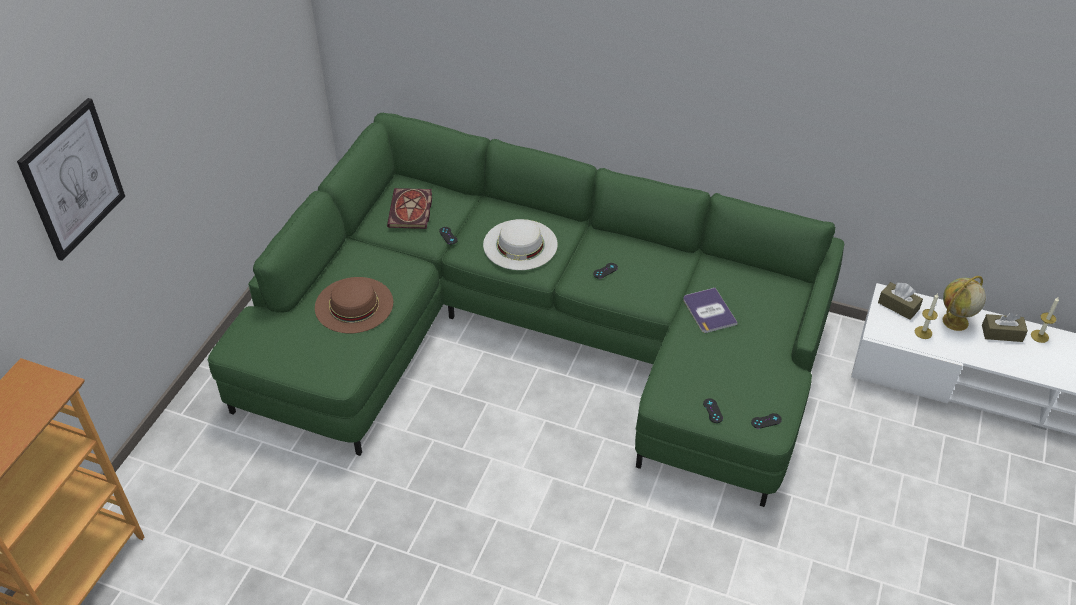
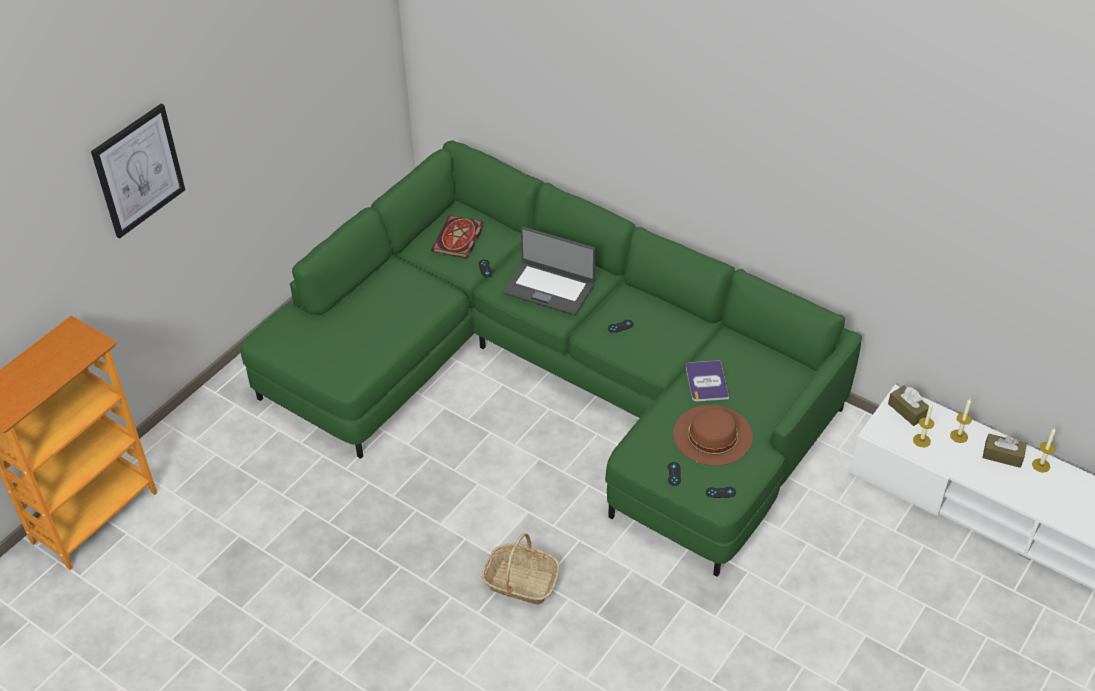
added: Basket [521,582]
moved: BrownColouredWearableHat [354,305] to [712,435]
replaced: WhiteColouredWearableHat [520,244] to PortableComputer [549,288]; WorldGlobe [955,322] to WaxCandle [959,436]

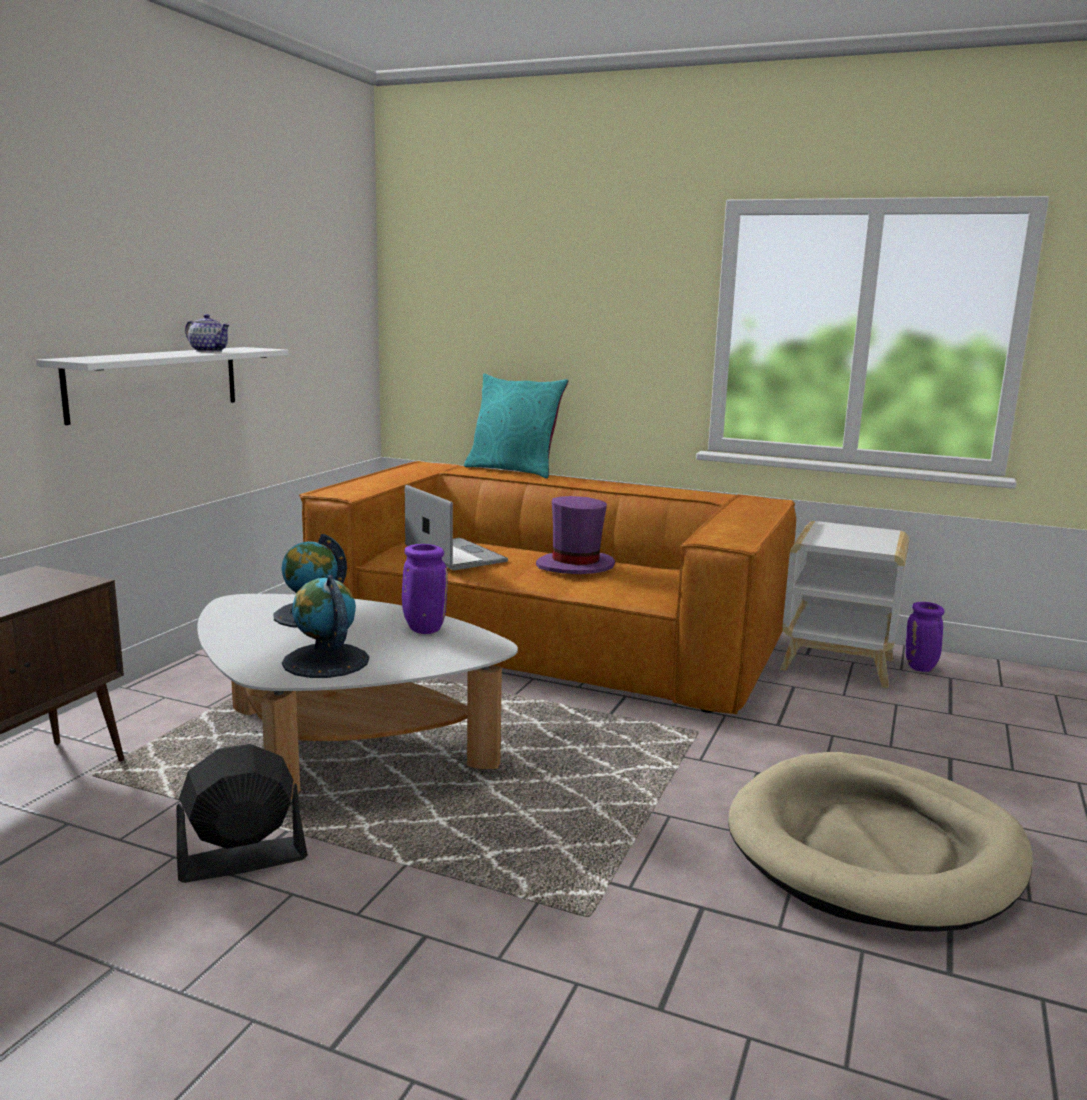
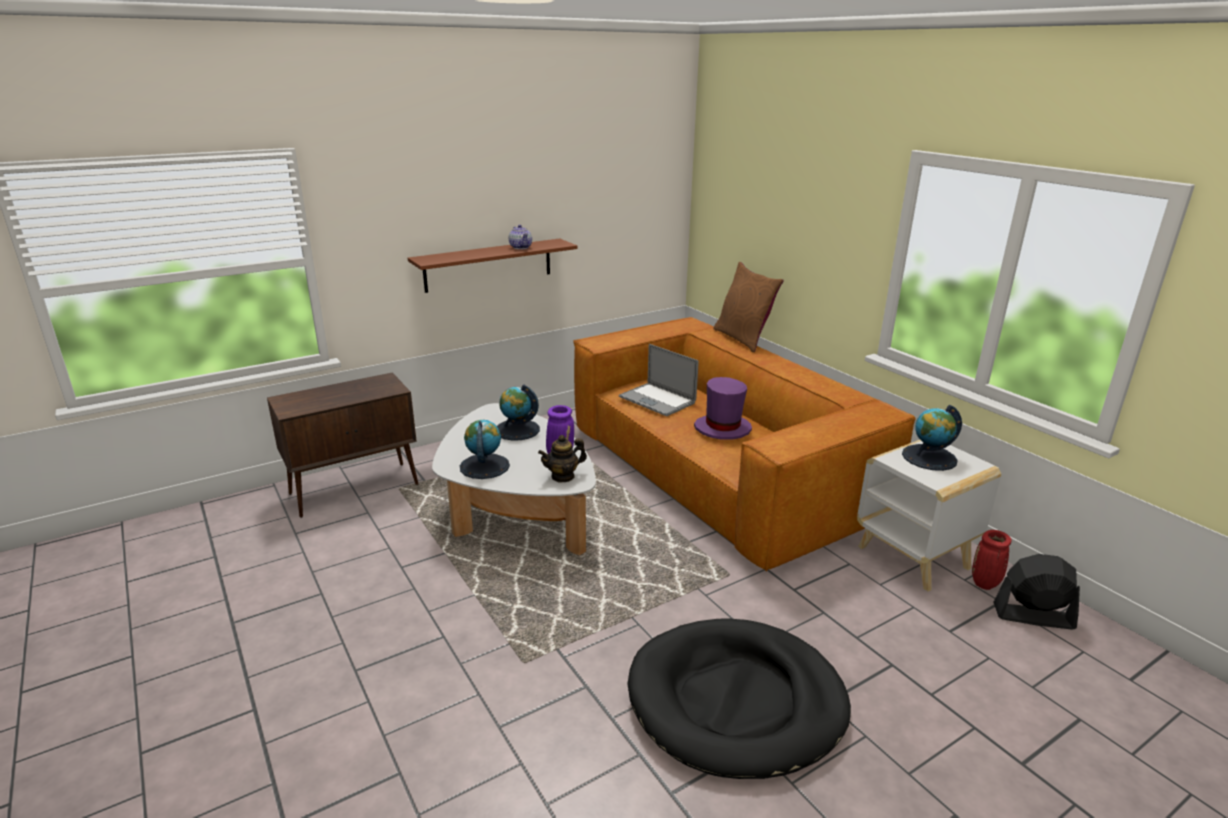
added: Teapot [563,476]; WorldGlobe [929,457]
moved: BlackColouredFan [242,859] to [1033,616]
recoloured: WhiteColouredWallShelf [155,382] to BrownColouredWallShelf [488,265]; TurquoiseColouredPillow [513,470] to BrownColouredPillow [743,339]; BeigeDogBed [875,849] to BlackColouredDogBed [736,701]; PurplishDecorativeVase [920,668] to RedColouredDecorativeVase [985,584]
turned: PortableComputer [455,555] = [657,400] 135 degrees clockwise

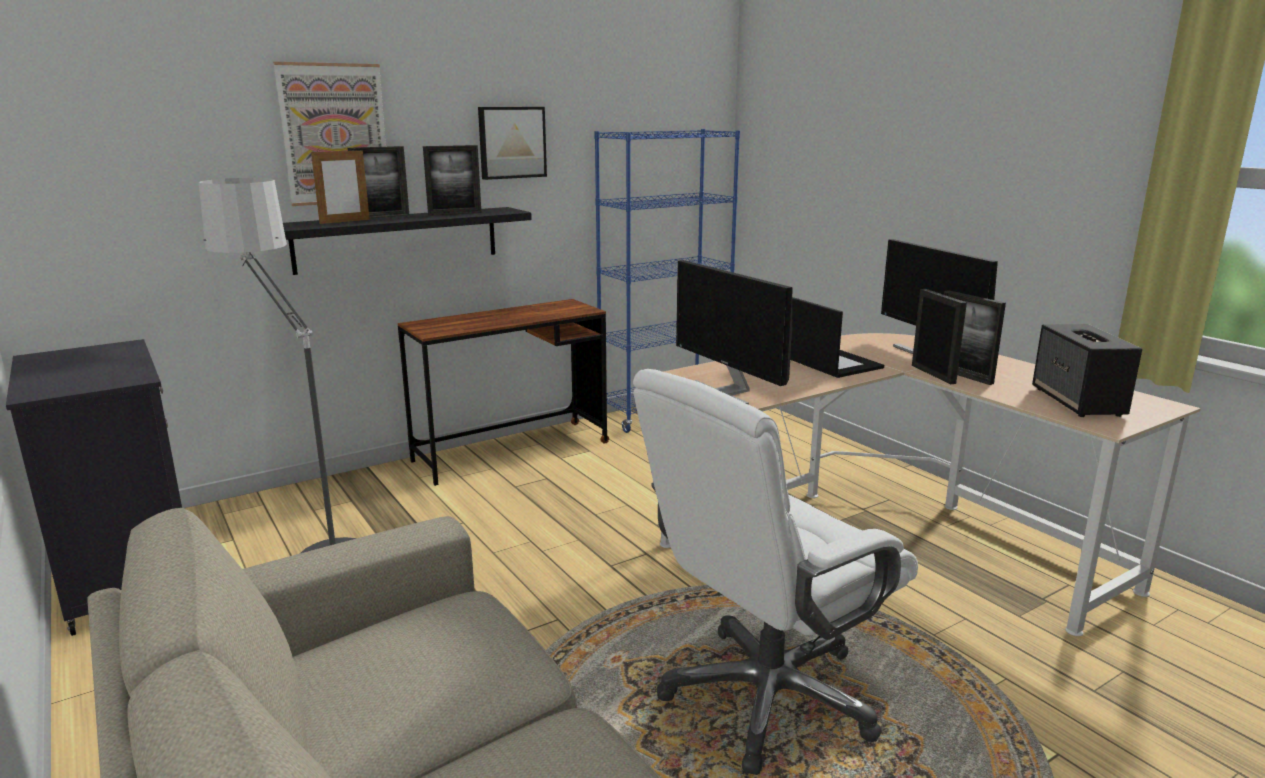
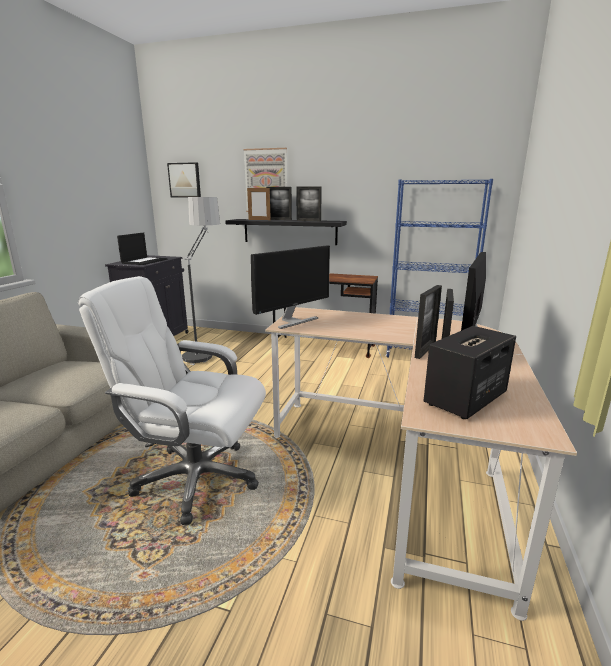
moved: WallPicture [511,142] to [185,180]; PortableComputer [826,361] to [144,261]
turned: ComputerDisplay [728,391] = [292,321] 150 degrees counterclockwise

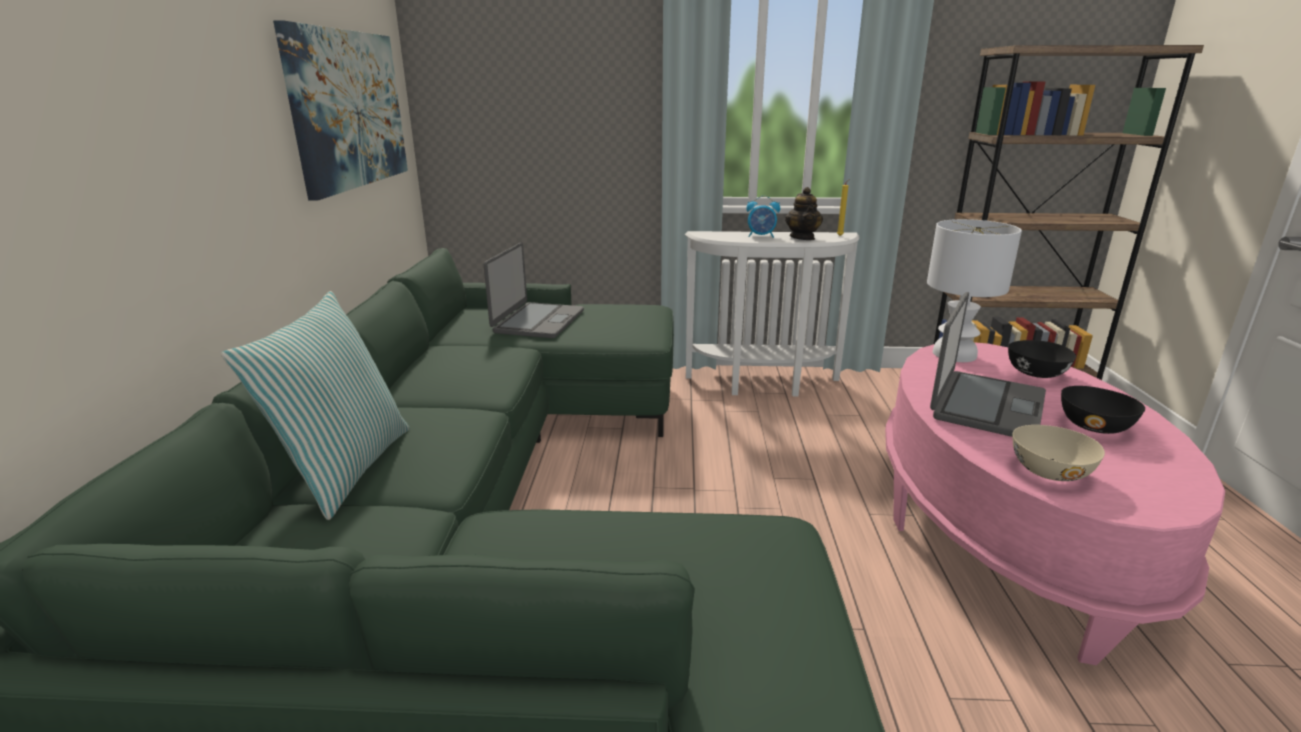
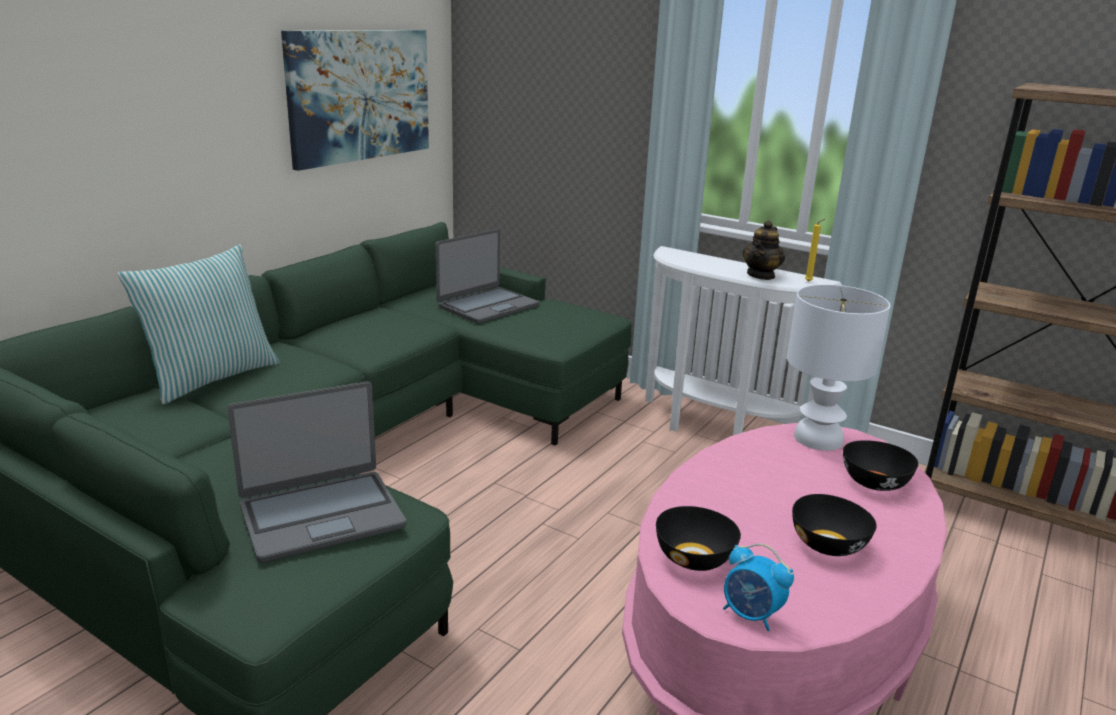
moved: BedsideClock [761,236] to [751,615]; PortableComputer [986,406] to [321,515]
recoloured: BeigeDeepDish [1049,471] to BlackColouredDeepDish [695,558]

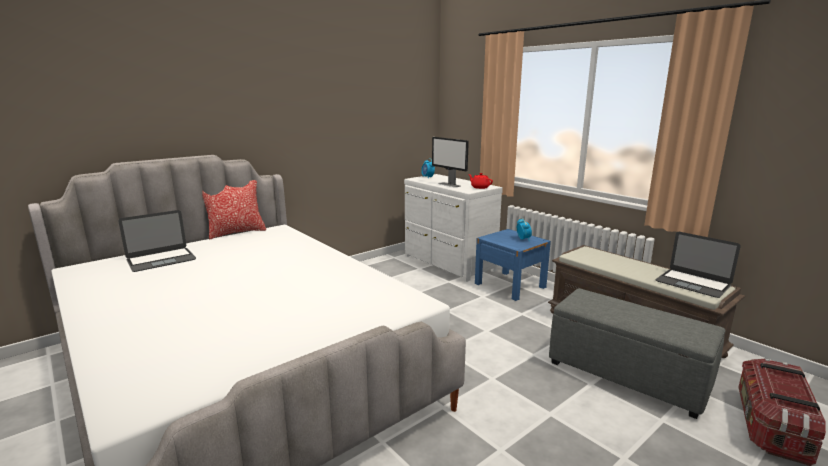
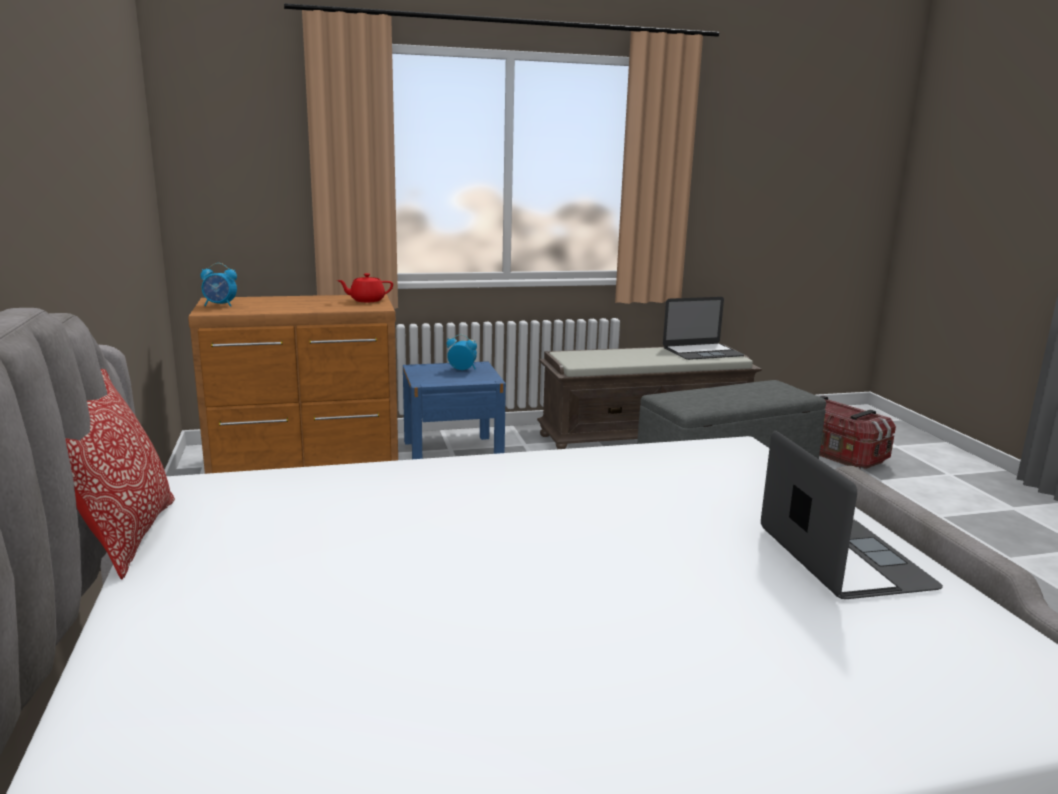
removed: ComputerDisplay [449,185]
moved: PortableComputer [161,259] to [843,558]
recoloured: WhiteColouredDrawerChest [447,263] to BrownColouredDrawerChest [307,466]

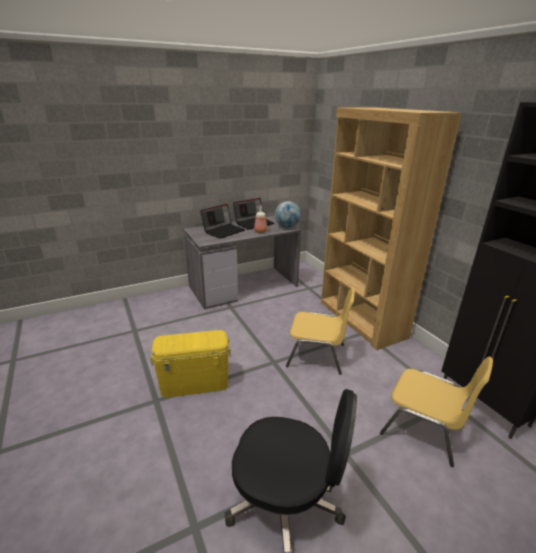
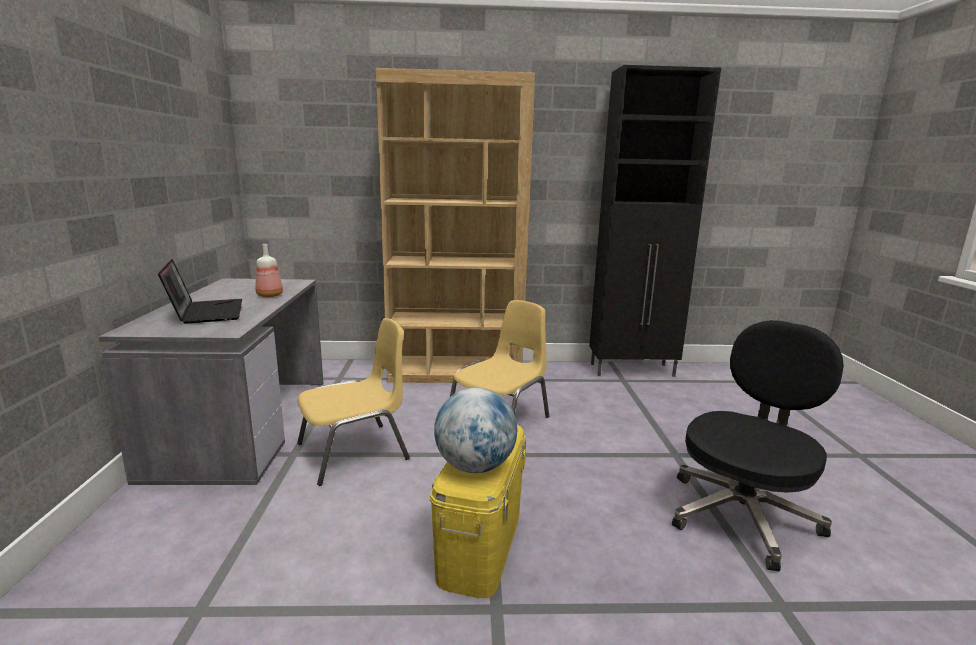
removed: PortableComputer [254,223]
moved: WorldGlobe [287,227] to [475,466]; YellowishChair [424,429] to [355,452]

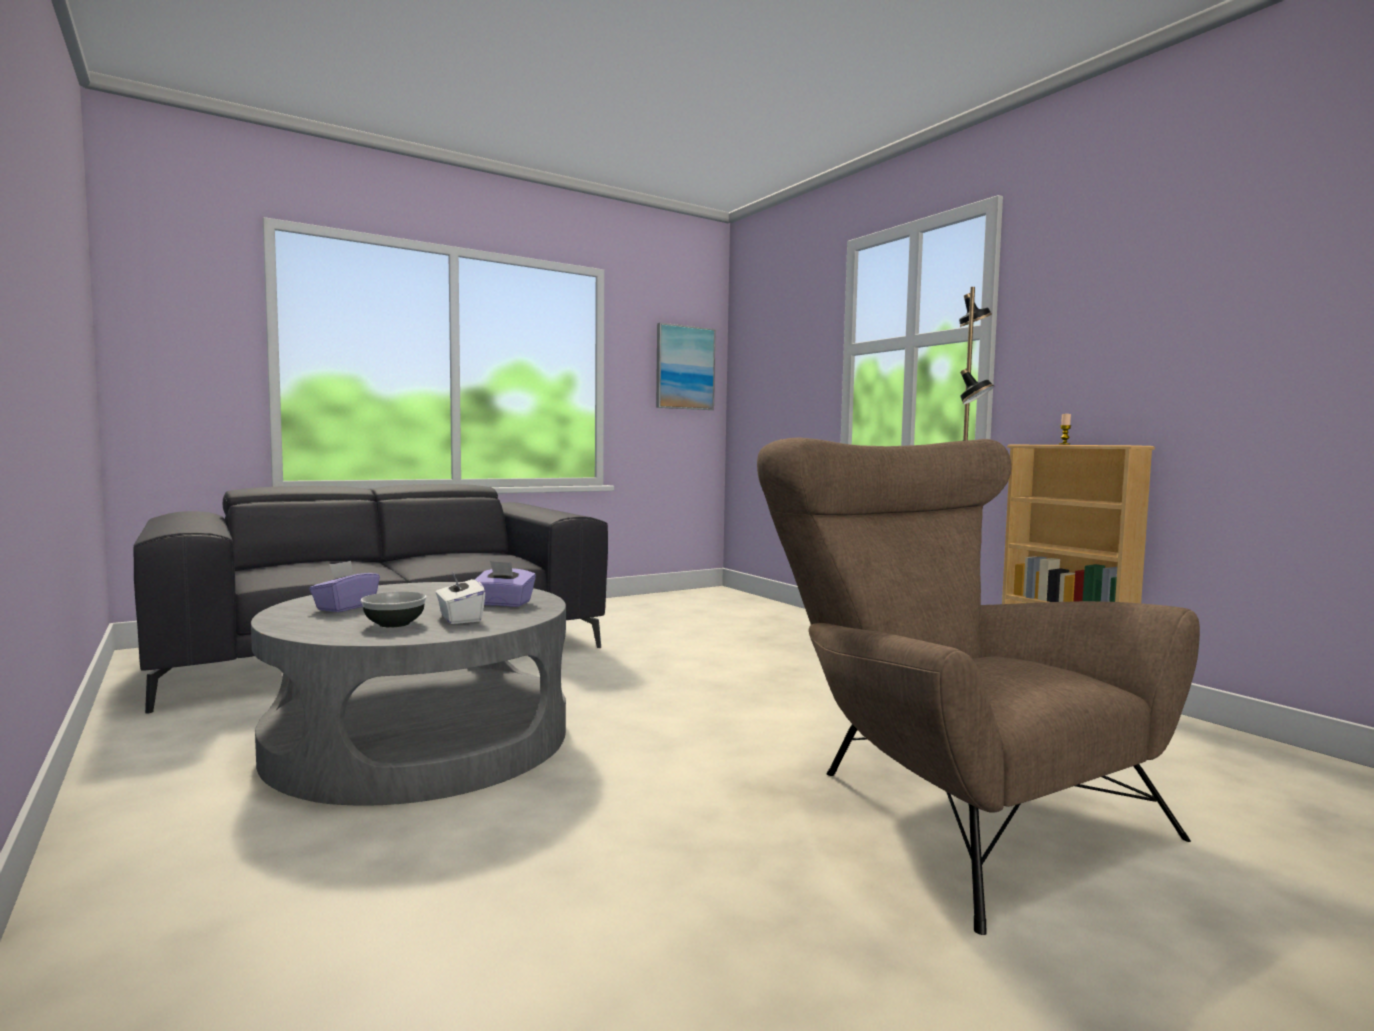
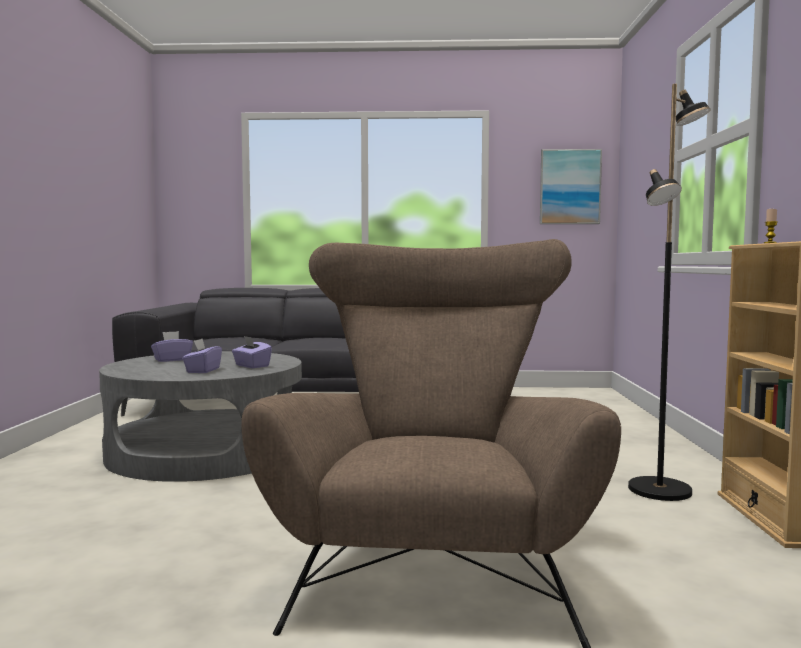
removed: DeepDish [393,624]
recoloured: WhiteColouredTissueHolder [459,618] to PurplishTissueHolder [202,370]

